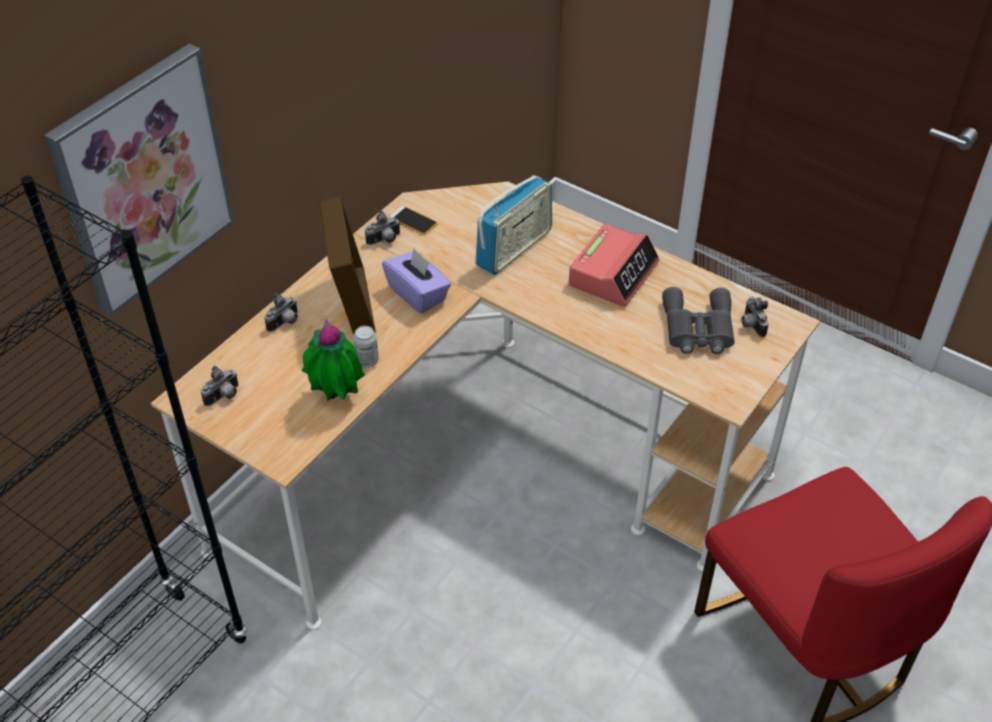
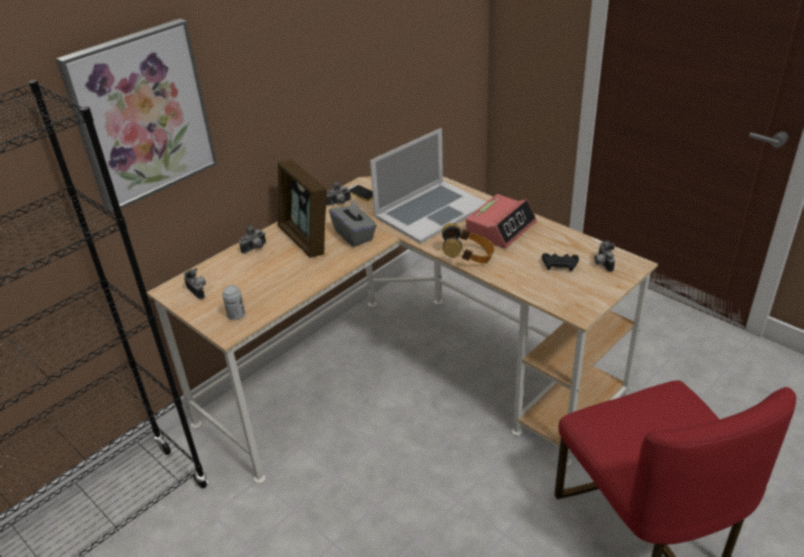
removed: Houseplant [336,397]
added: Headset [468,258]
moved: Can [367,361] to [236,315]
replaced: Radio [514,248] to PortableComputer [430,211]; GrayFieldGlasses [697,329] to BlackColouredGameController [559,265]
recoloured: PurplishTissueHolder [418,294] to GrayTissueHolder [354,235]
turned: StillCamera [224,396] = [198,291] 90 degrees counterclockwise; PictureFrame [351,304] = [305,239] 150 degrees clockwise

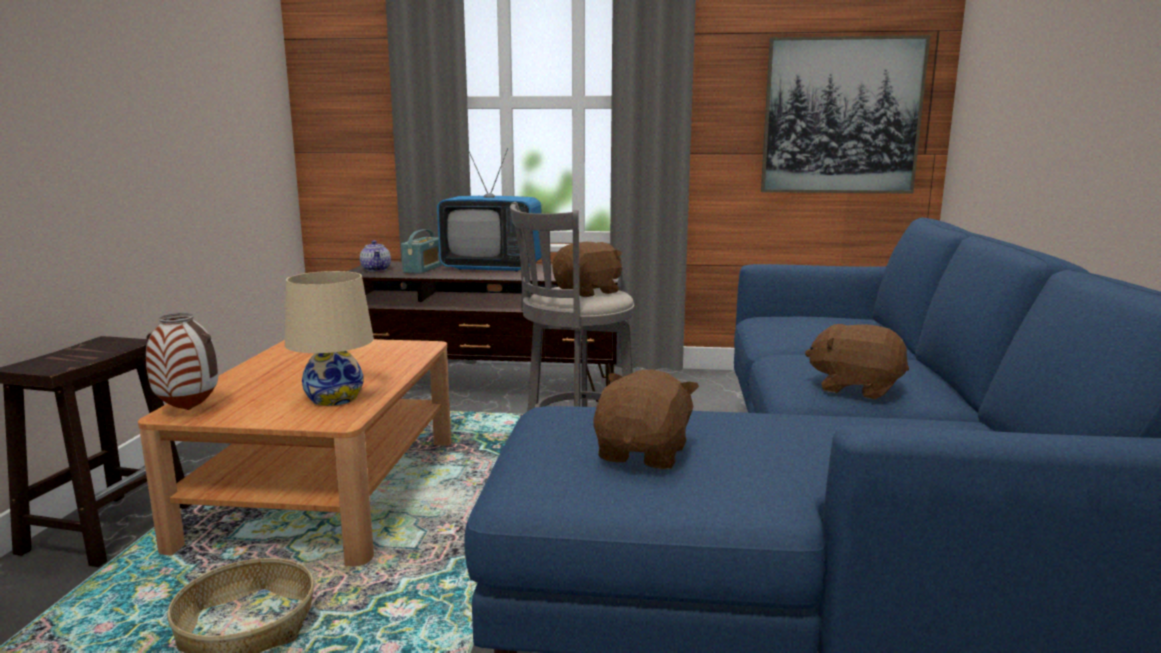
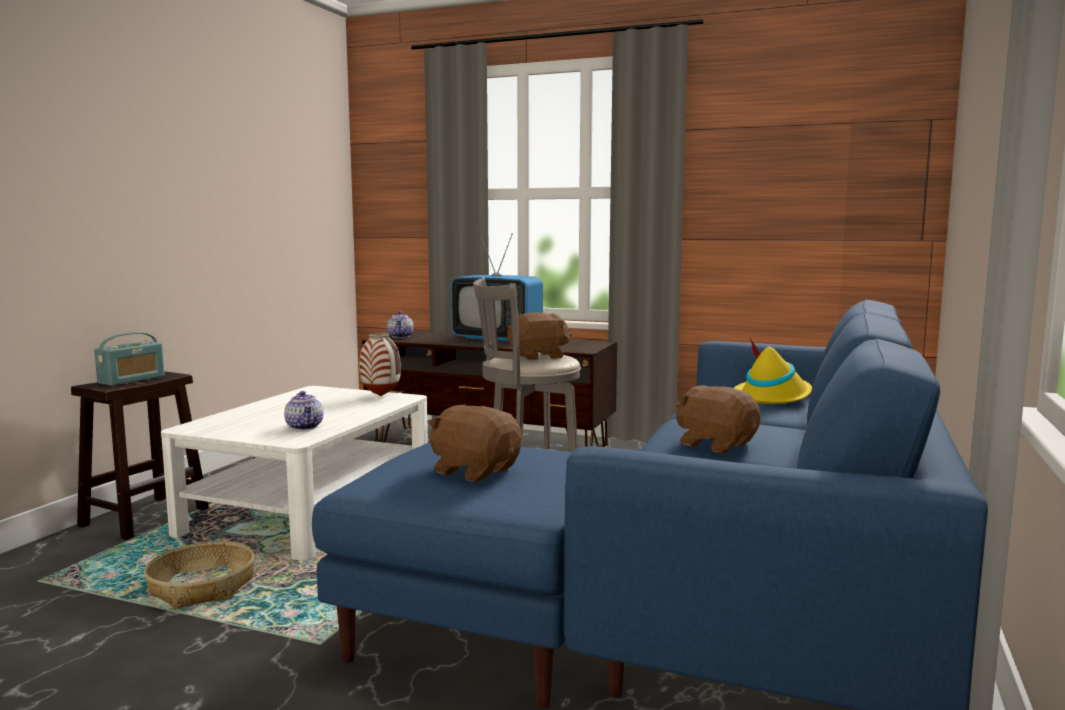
removed: WallPicture [841,116]
added: YellowishWearableHat [772,396]
moved: DecorativeVase [190,409] to [381,396]; Radio [423,269] to [131,380]
replaced: BeigeLampForATable [334,398] to Teapot [305,427]
recoloured: BrownColouredLowTable [327,490] to WhiteColouredLowTable [310,508]
turned: BrownColouredPlushToy [644,454] = [475,471] 90 degrees counterclockwise

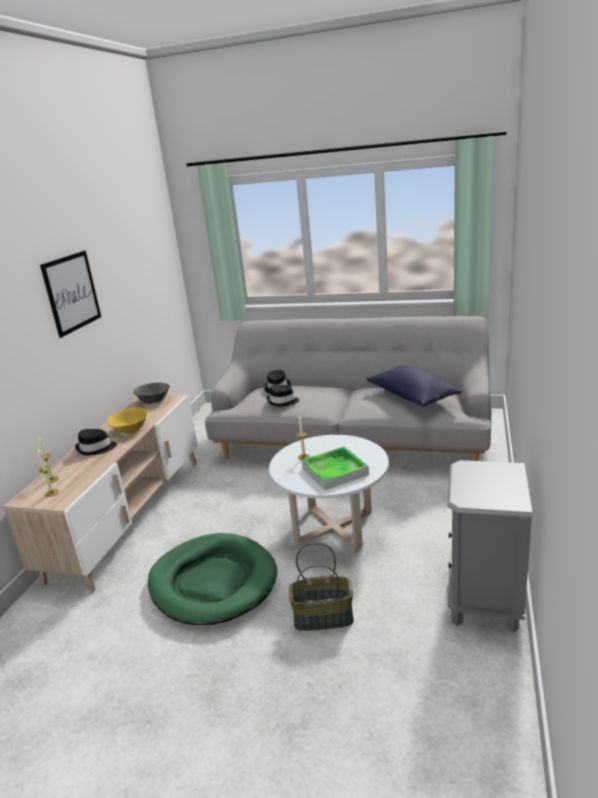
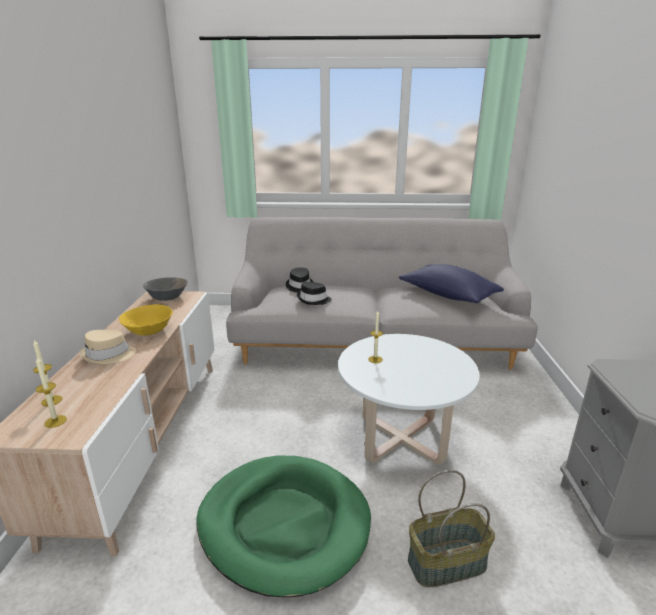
removed: WallPicture [72,292]; CarryingTray [335,471]
recoloured: BlackColouredWearableHat [96,448] to BeigeWearableHat [108,355]

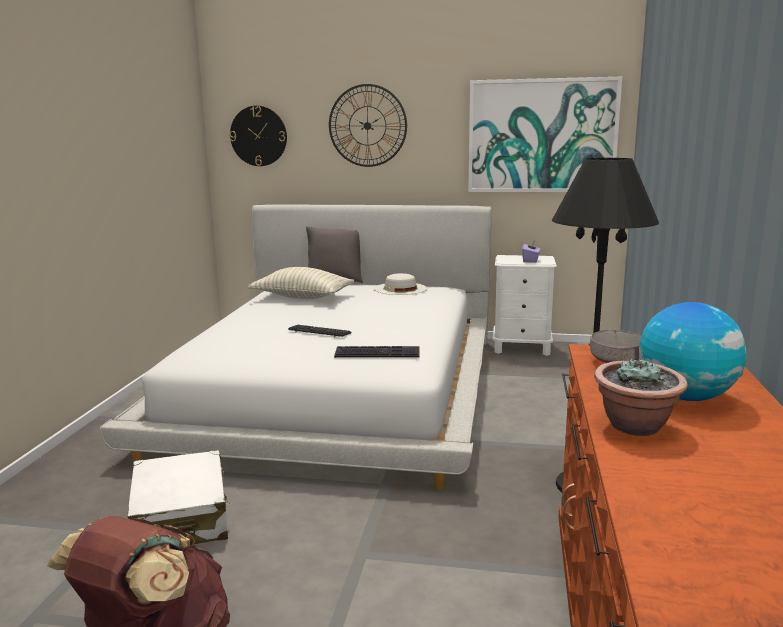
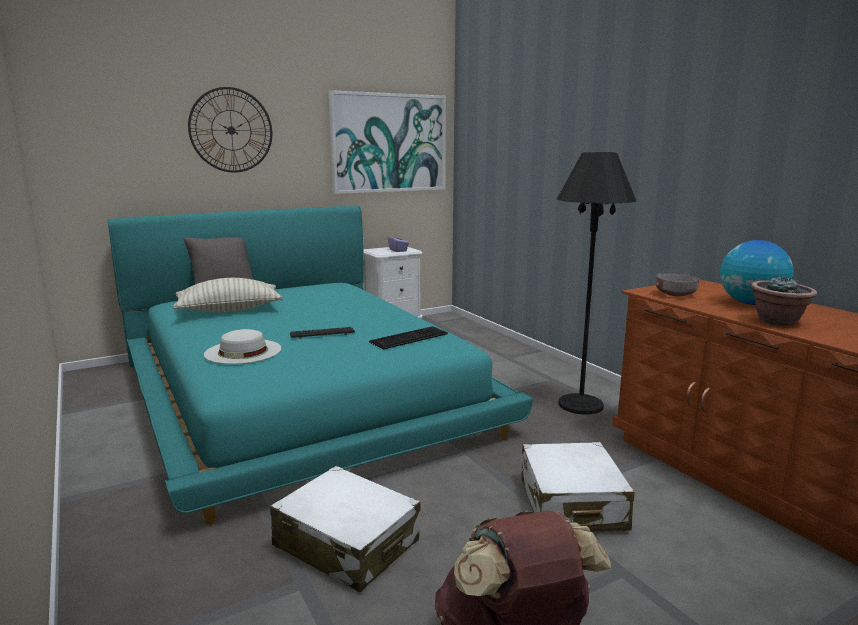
removed: WallClock [258,136]
added: WhiteColouredTravelCase [571,504]
moved: WhiteColouredWearableHat [400,288] to [243,351]
recoloured: WhiteColouredBed [339,389] to TurquoiseColouredBed [300,394]

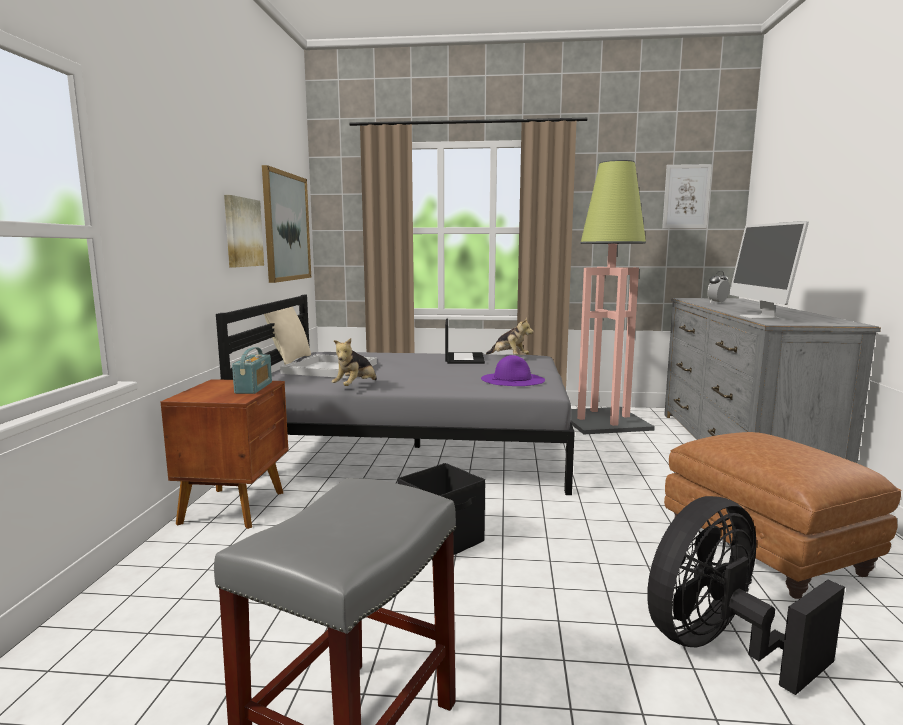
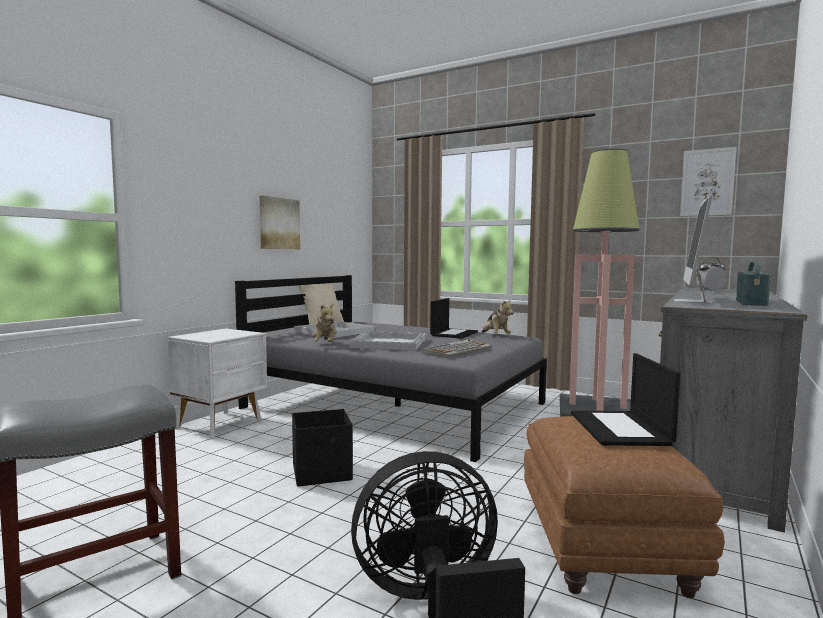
removed: WallPicture [286,227]
added: WhiteColouredCarryingTray [388,343]; PortableComputer [620,429]
moved: Radio [254,388] to [751,303]
replaced: PurplishWearableHat [512,379] to Keyboard [458,350]
recoloured: BrownColouredNightTable [235,507] to WhiteColouredNightTable [221,424]
turned: PlushToy [355,387] = [325,344] 60 degrees counterclockwise

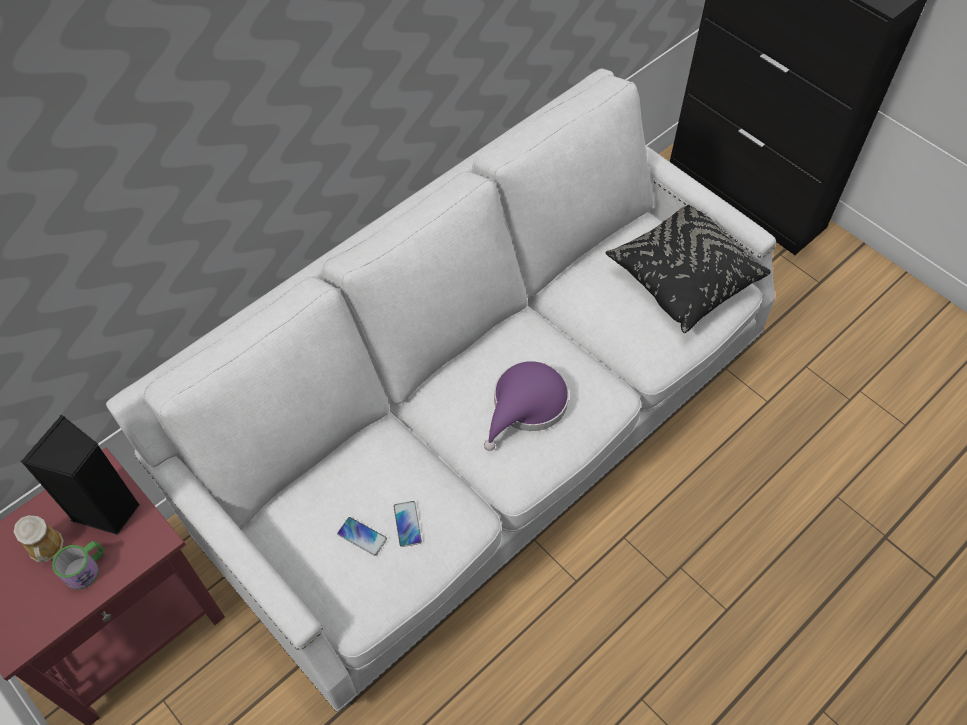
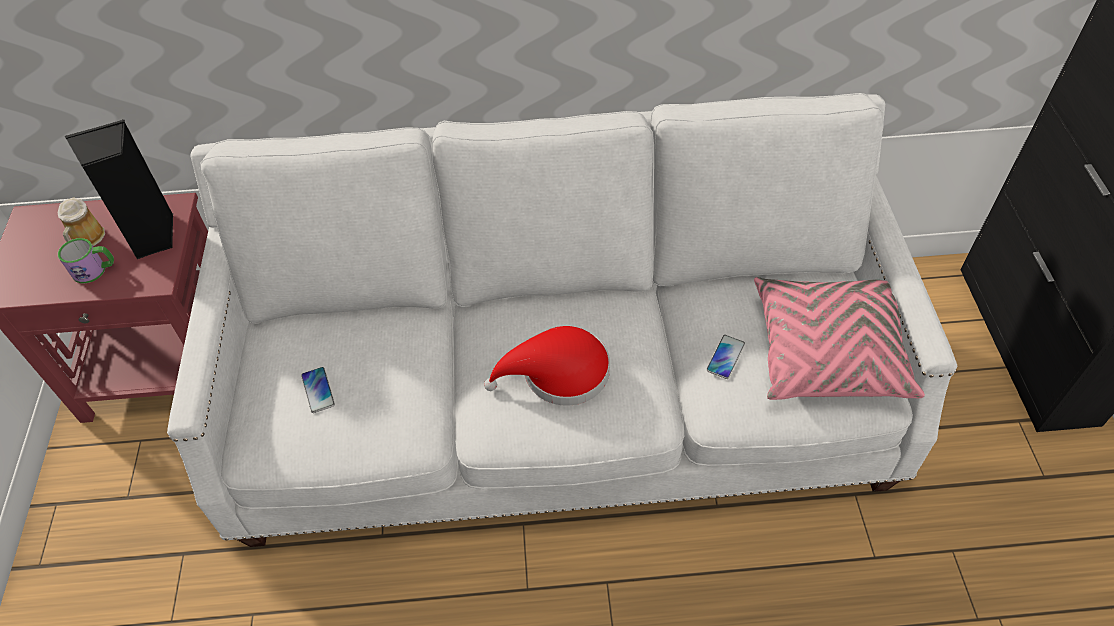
moved: Telephone [407,524] to [725,357]
recoloured: PurplishWearableHat [526,406] to RedColouredWearableHat [558,373]; BlackColouredPillow [683,278] to PinkishPillow [827,352]

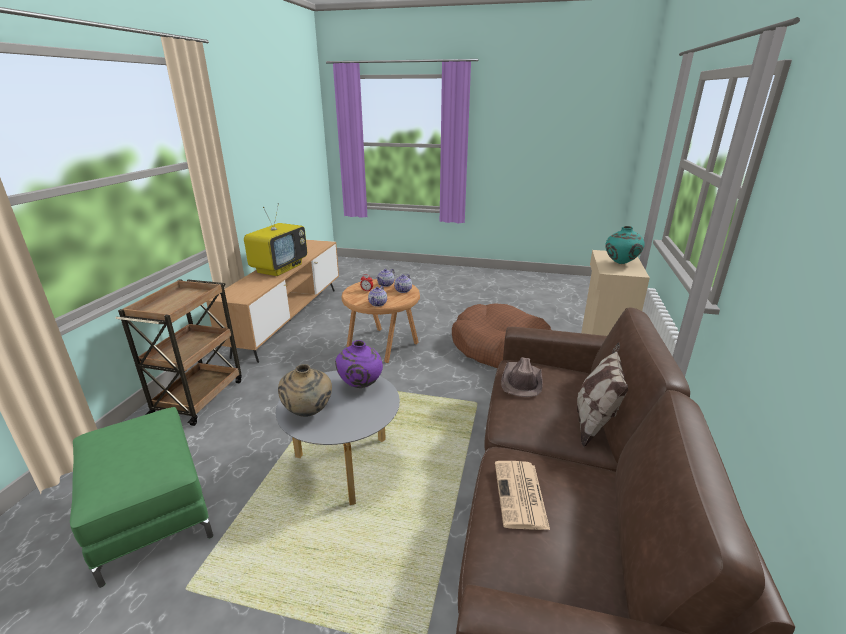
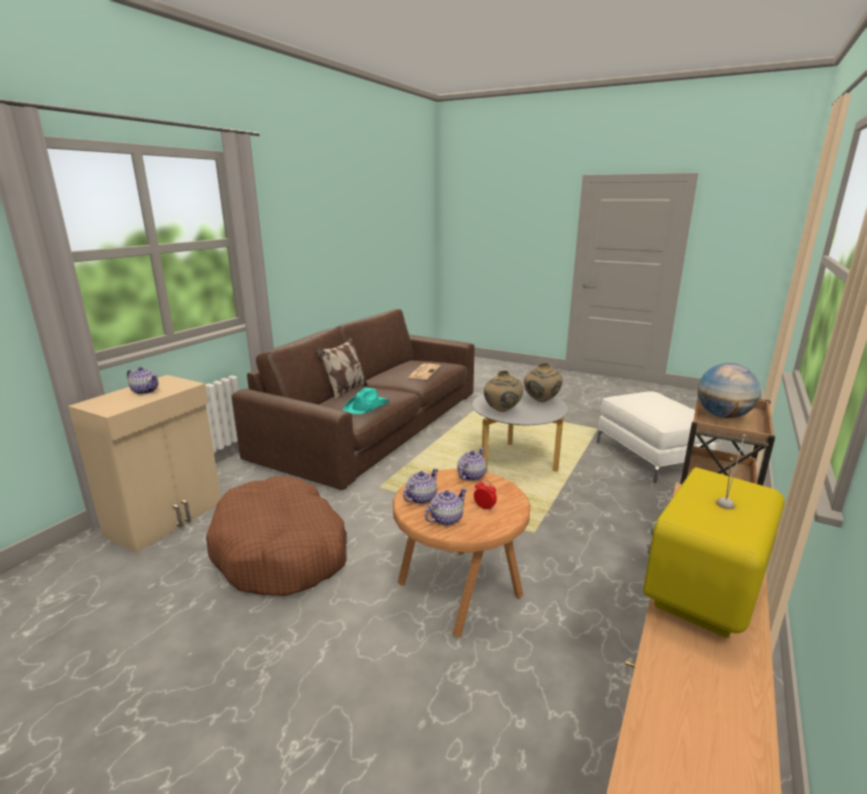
added: WorldGlobe [723,416]
replaced: TurquoiseColouredDecorativeVase [621,264] to Teapot [145,391]
recoloured: GreenFootrest [151,512] to WhiteColouredFootrest [649,456]; PurplishDecorativeVase [360,385] to BeigeDecorativeVase [502,411]; BrownColouredWearableHat [521,381] to TurquoiseColouredWearableHat [367,407]

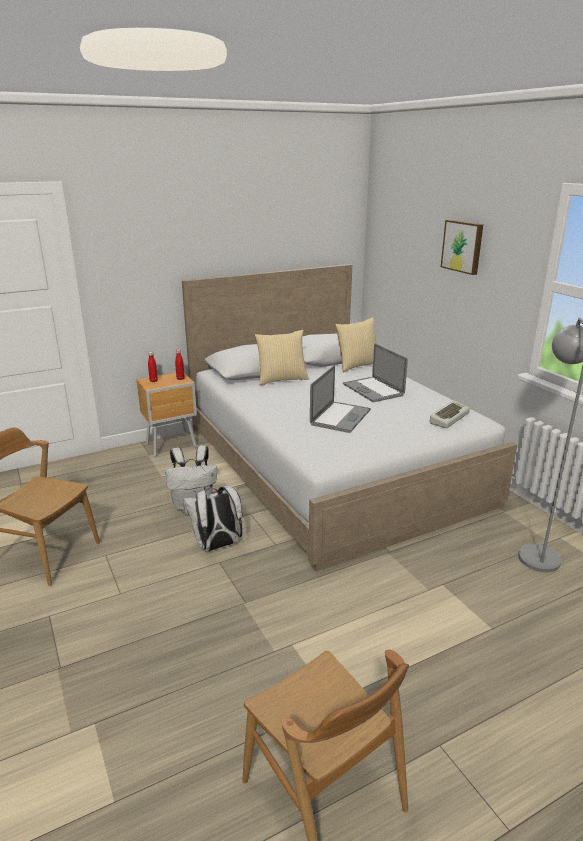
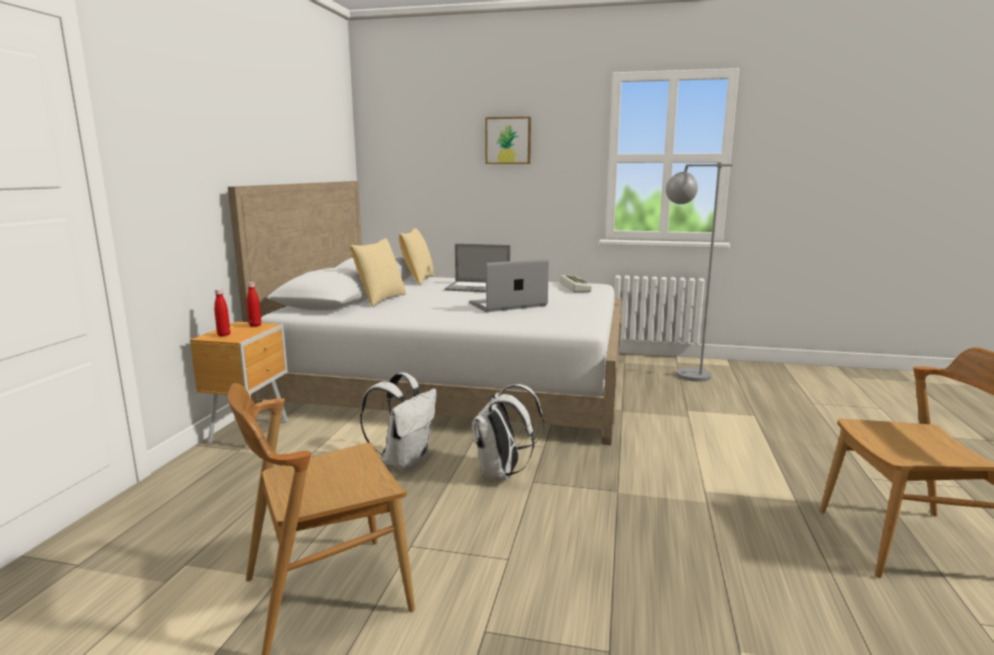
turned: PortableComputer [340,417] = [507,305] 90 degrees counterclockwise

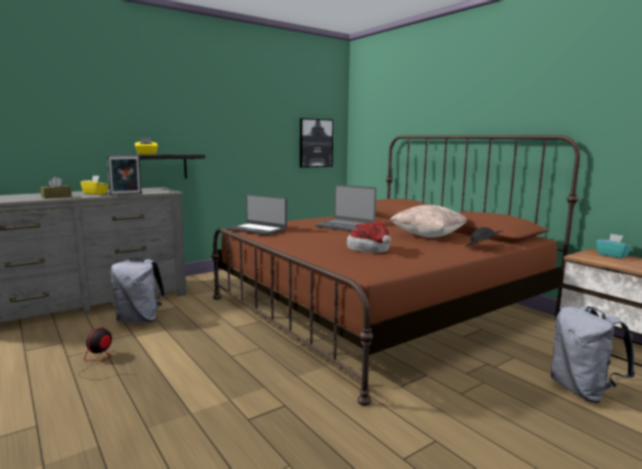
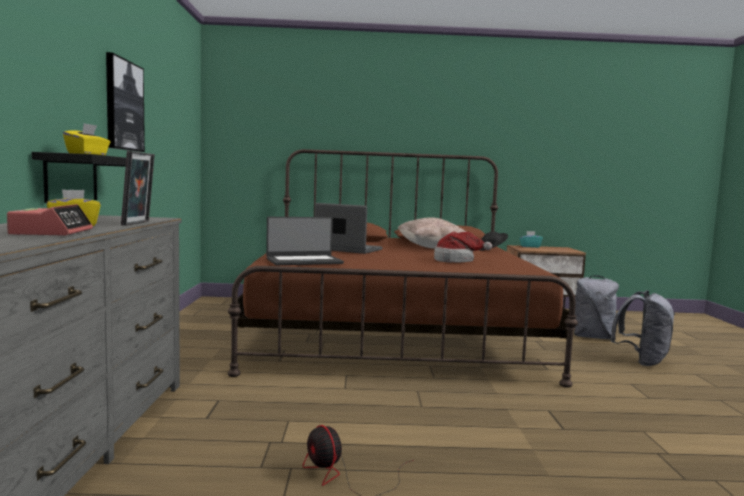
moved: GrayKnapsack [139,320] to [642,361]; WallPicture [315,143] to [123,105]
replaced: BrownColouredTissueHolder [56,197] to BedsideClock [52,232]
turned: PortableComputer [345,226] = [348,249] 135 degrees counterclockwise

